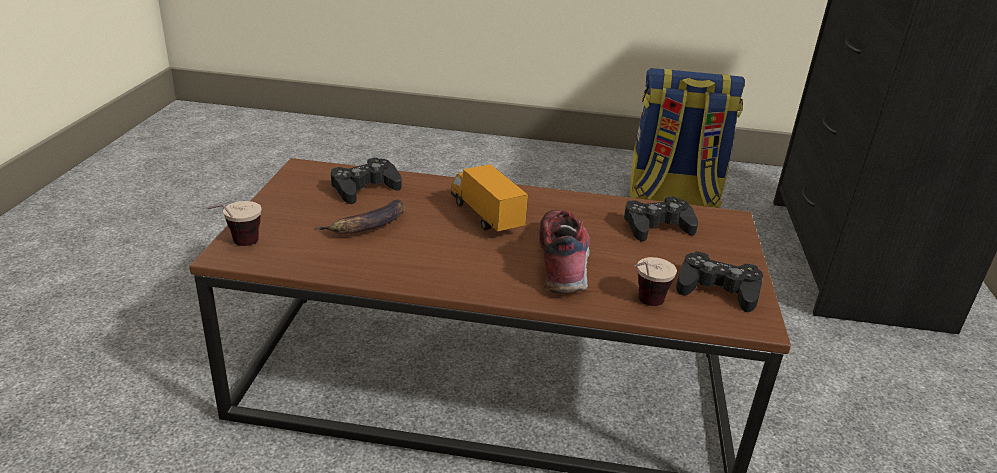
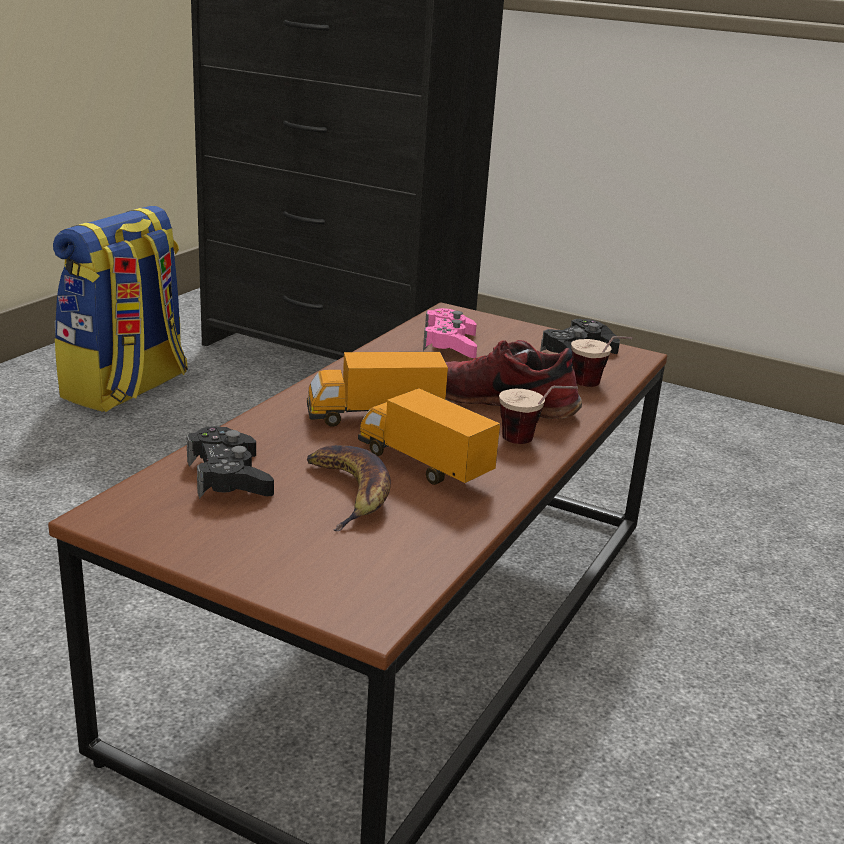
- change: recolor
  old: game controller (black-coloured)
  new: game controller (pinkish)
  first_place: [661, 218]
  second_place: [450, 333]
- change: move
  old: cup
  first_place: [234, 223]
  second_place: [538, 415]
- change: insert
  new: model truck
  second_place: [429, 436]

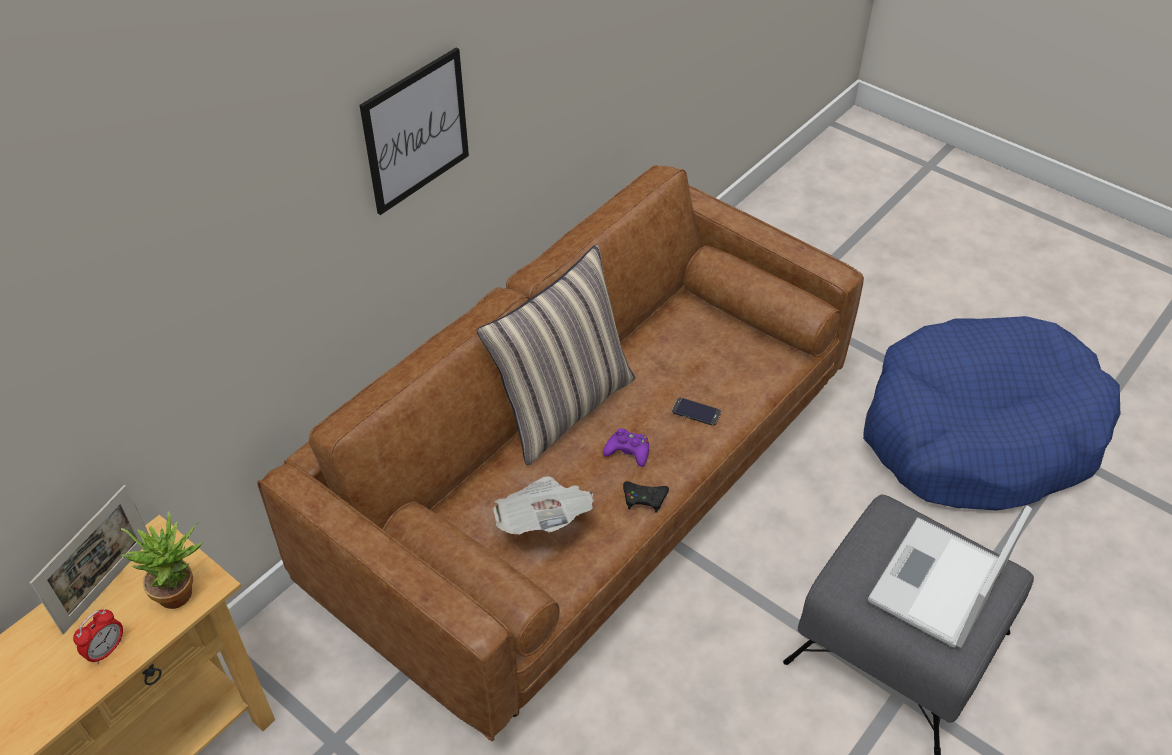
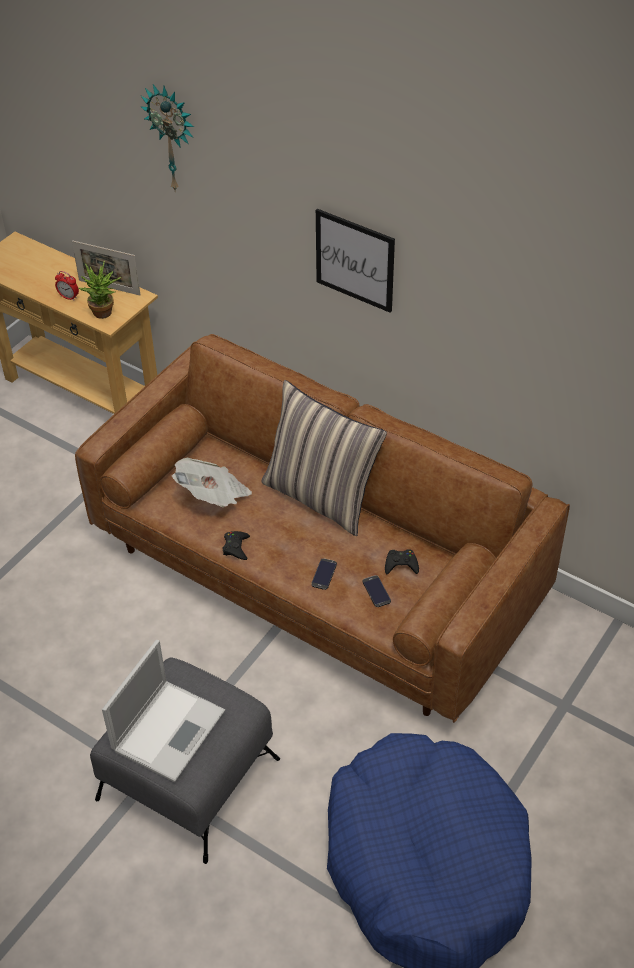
- change: delete
  old: game controller (purple)
  first_place: [626, 447]
- change: rotate
  old: laptop
  first_place: [950, 576]
  second_place: [163, 711]
  degrees: 90
- change: insert
  new: wall clock
  second_place: [167, 138]
- change: insert
  new: game controller (black-coloured)
  second_place: [402, 562]
- change: insert
  new: handset
  second_place: [377, 591]

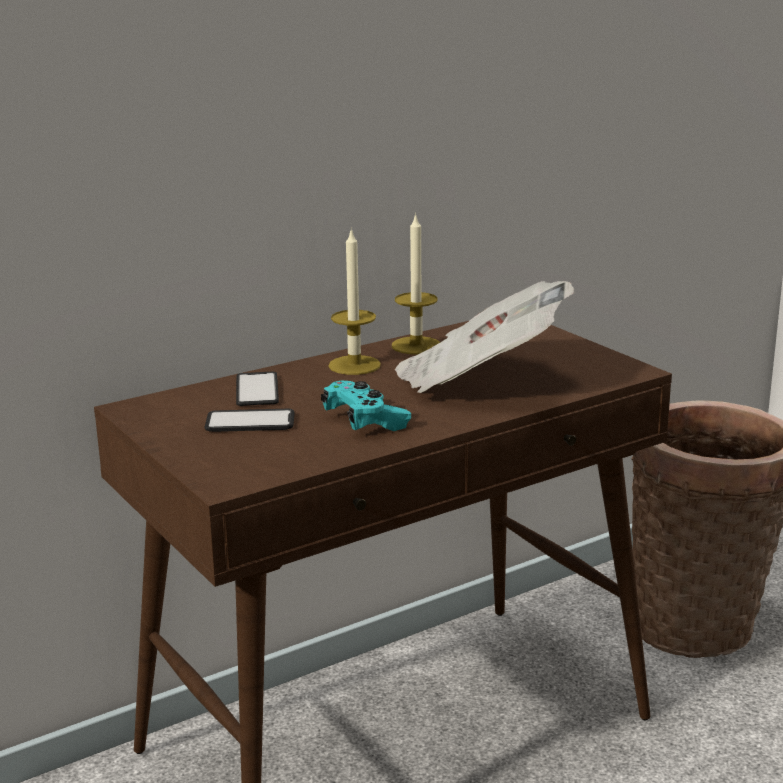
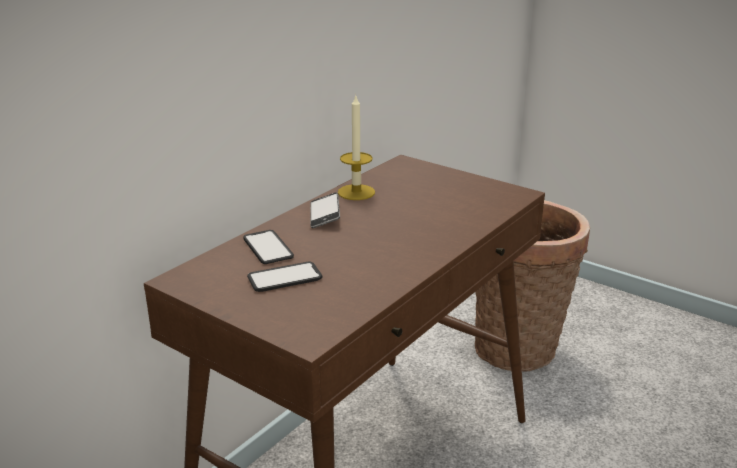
- change: replace
  old: candle
  new: handset
  first_place: [355, 301]
  second_place: [325, 210]
- change: delete
  old: printed paper
  first_place: [484, 337]
- change: delete
  old: game controller (turquoise)
  first_place: [366, 406]

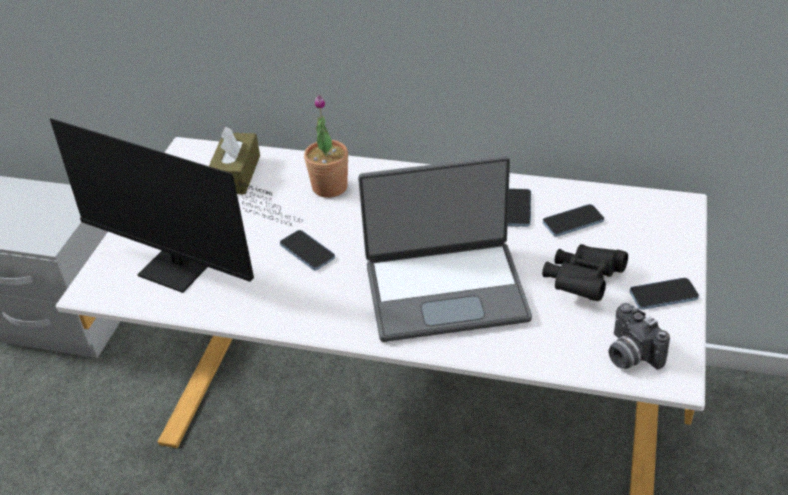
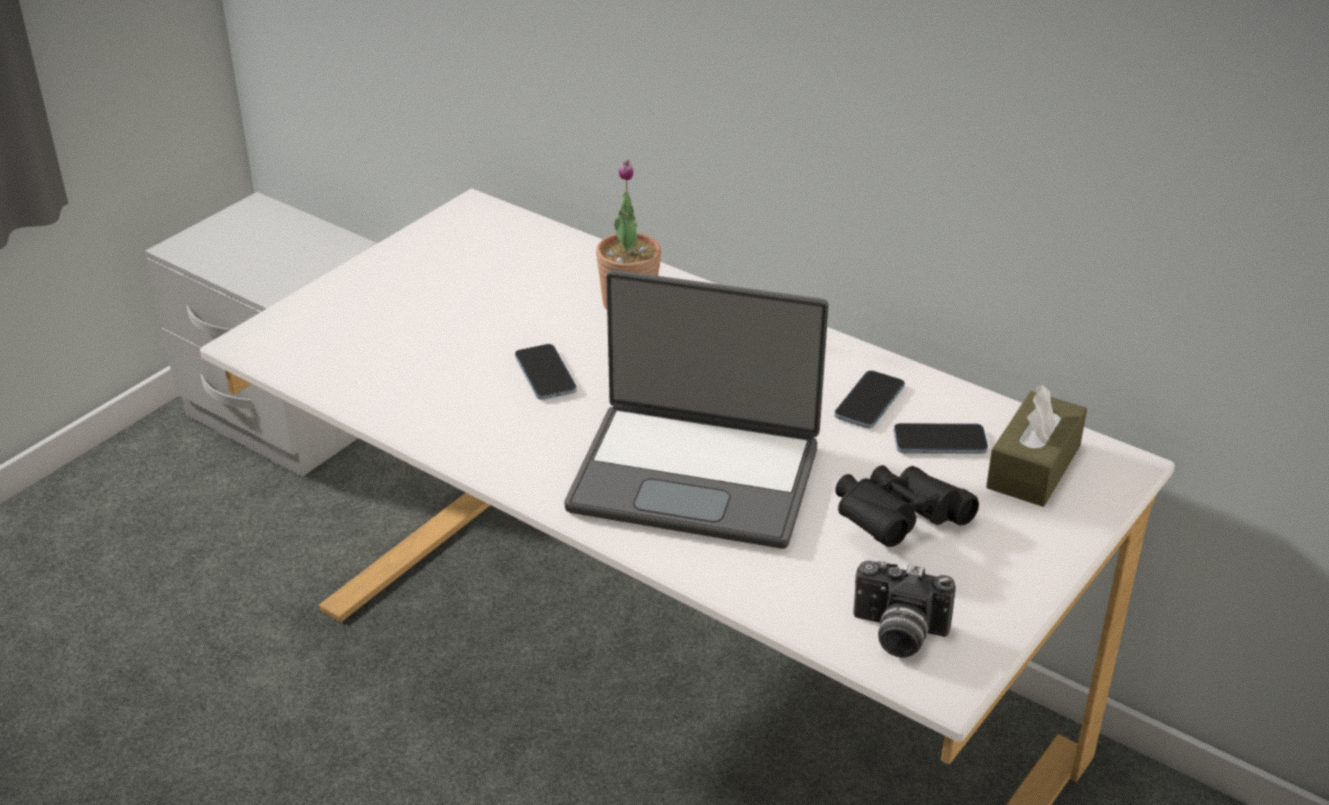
- change: delete
  old: computer display
  first_place: [176, 205]
- change: move
  old: tissue box (brown)
  first_place: [234, 160]
  second_place: [1036, 446]
- change: delete
  old: handset
  first_place: [664, 294]
- change: rotate
  old: still camera
  first_place: [639, 336]
  second_place: [904, 609]
  degrees: -60

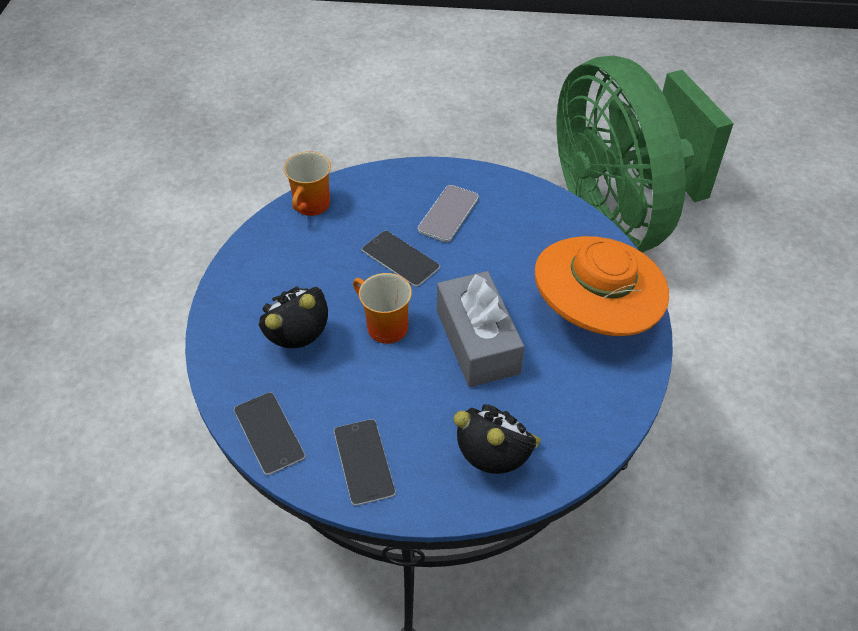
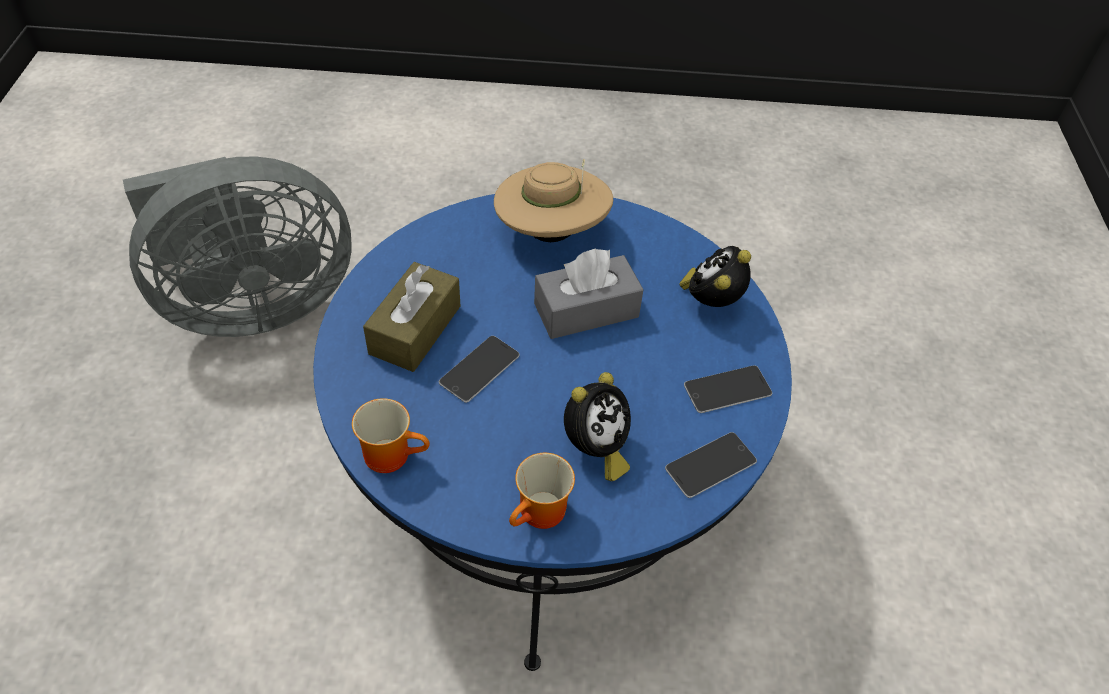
- change: recolor
  old: fan (green)
  new: fan (gray)
  first_place: [645, 154]
  second_place: [237, 247]
- change: replace
  old: handset
  new: tissue box (brown)
  first_place: [448, 213]
  second_place: [411, 317]
- change: recolor
  old: hat (orange)
  new: hat (beige)
  first_place: [602, 286]
  second_place: [553, 200]
- change: move
  old: tea mug
  first_place: [382, 308]
  second_place: [542, 491]
- change: rotate
  old: table clock
  first_place: [293, 317]
  second_place: [597, 426]
  degrees: -105

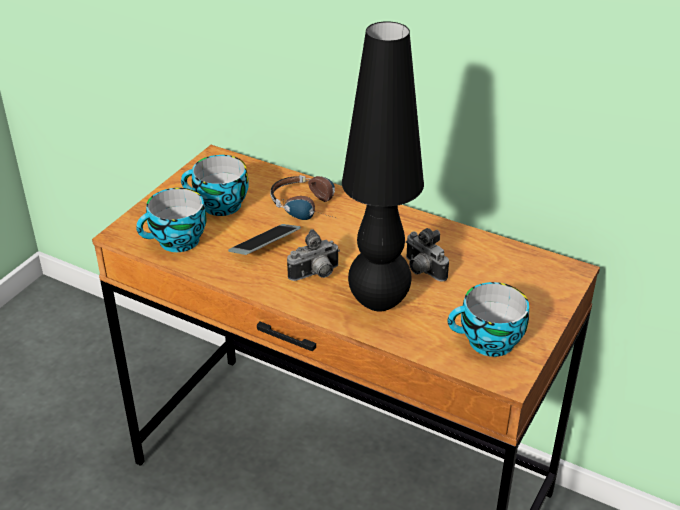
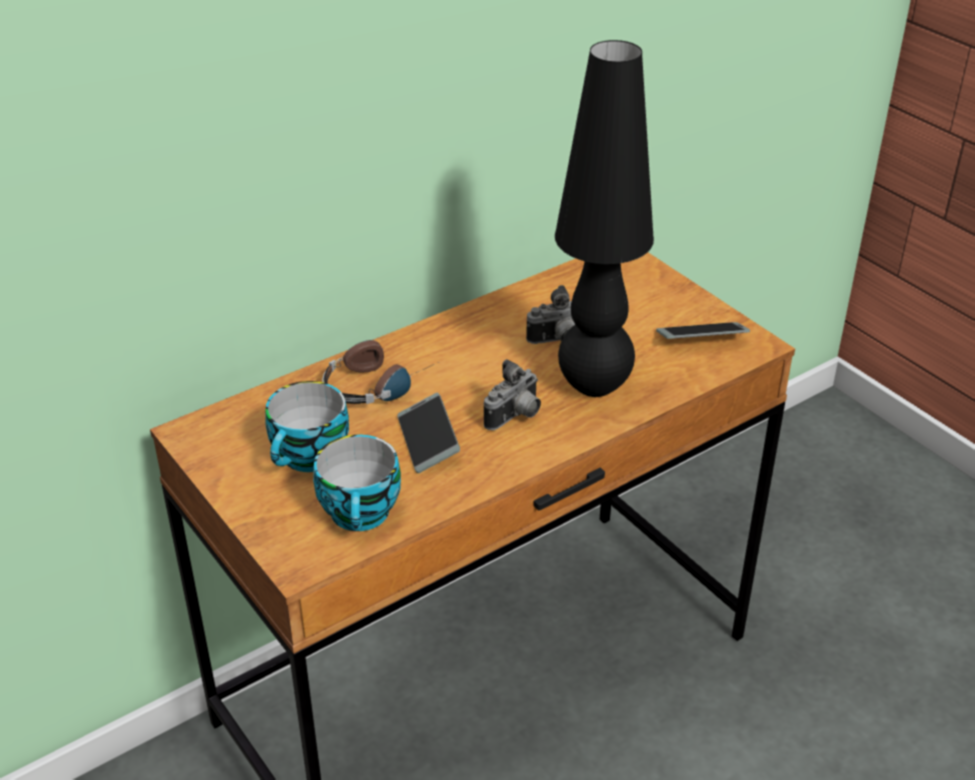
- change: rotate
  old: still camera
  first_place: [313, 255]
  second_place: [512, 394]
  degrees: 45
- change: replace
  old: cup
  new: handset
  first_place: [488, 319]
  second_place: [703, 330]

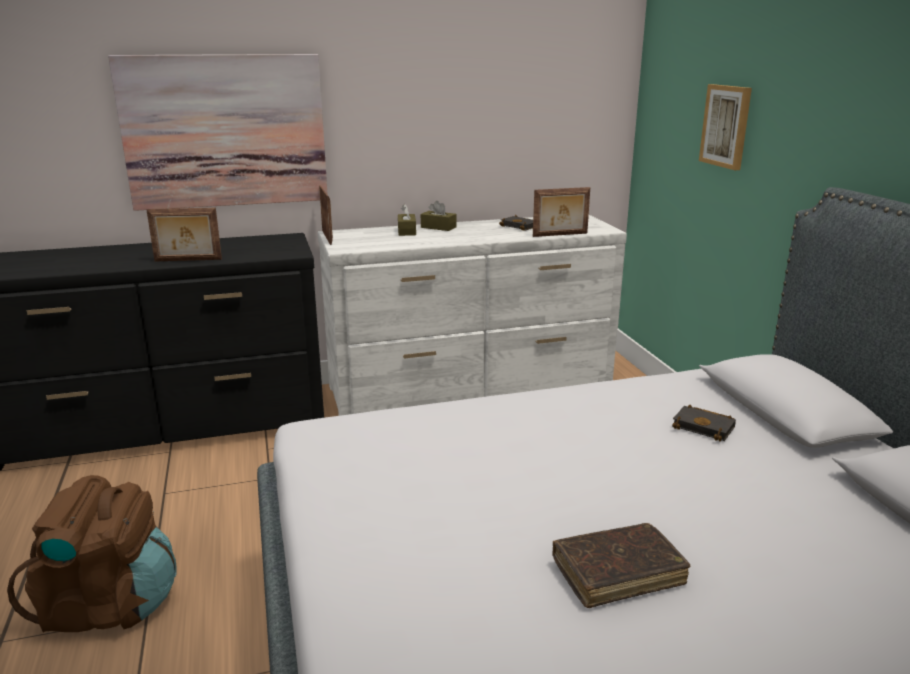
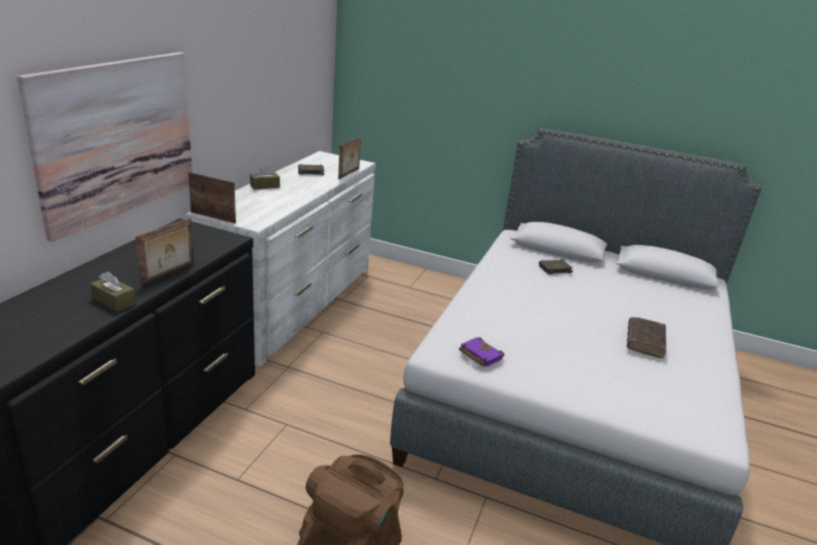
- change: delete
  old: wall art
  first_place: [725, 127]
- change: move
  old: tissue box (brown)
  first_place: [407, 220]
  second_place: [113, 291]
- change: insert
  new: bound book (purple)
  second_place: [482, 352]

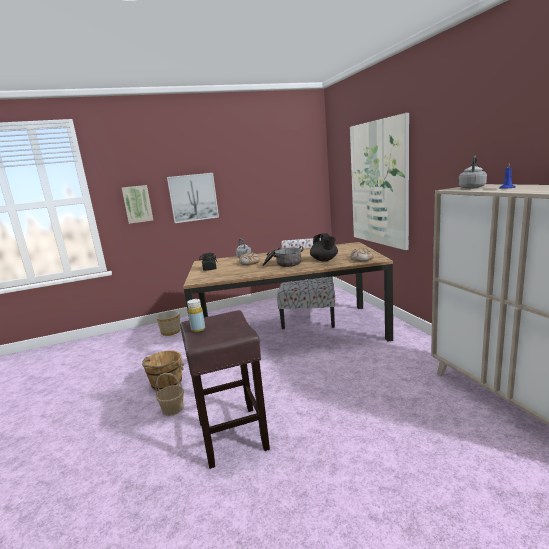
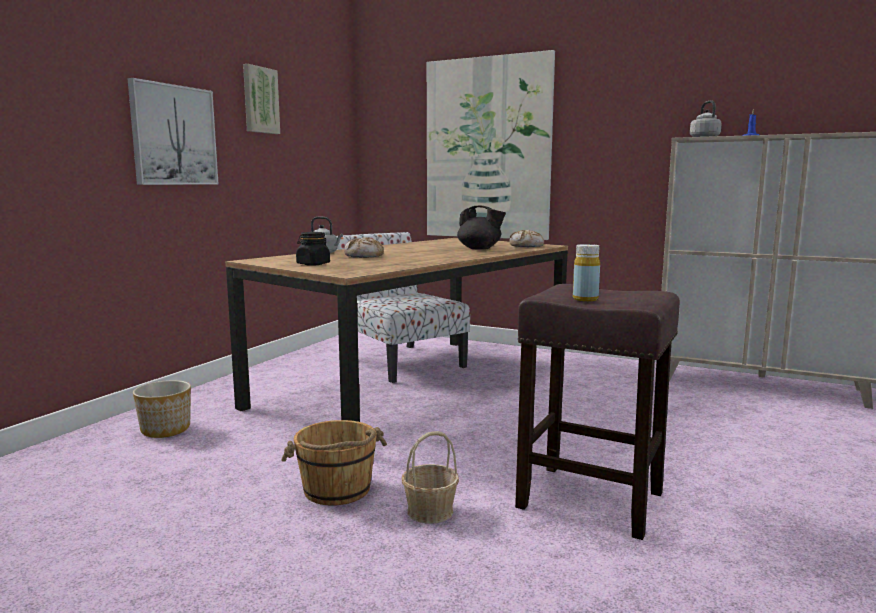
- change: move
  old: wall art
  first_place: [137, 204]
  second_place: [261, 99]
- change: delete
  old: stockpot
  first_place: [283, 256]

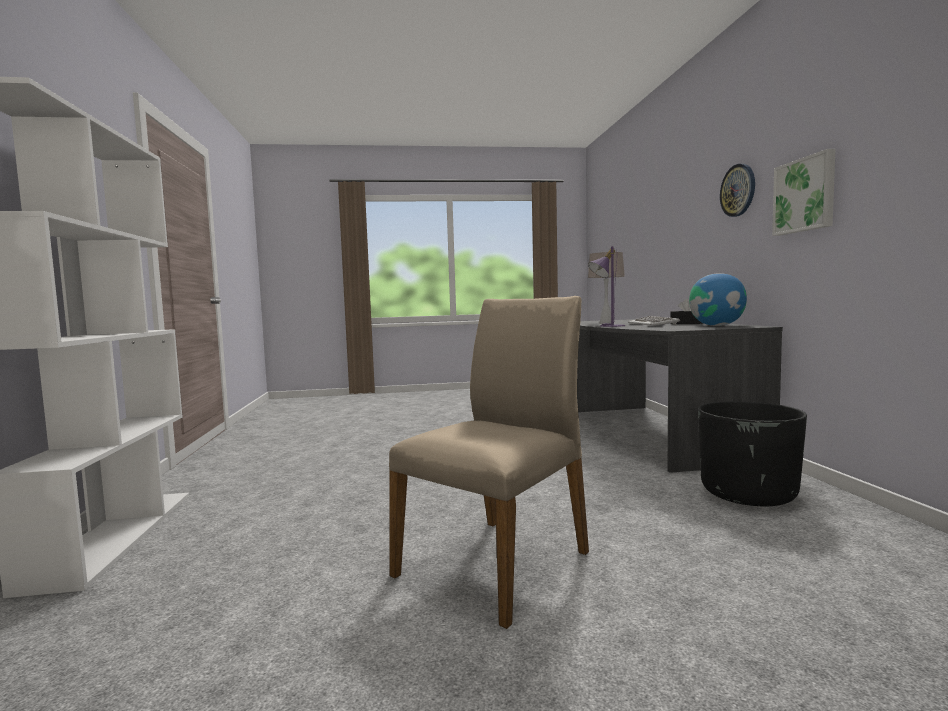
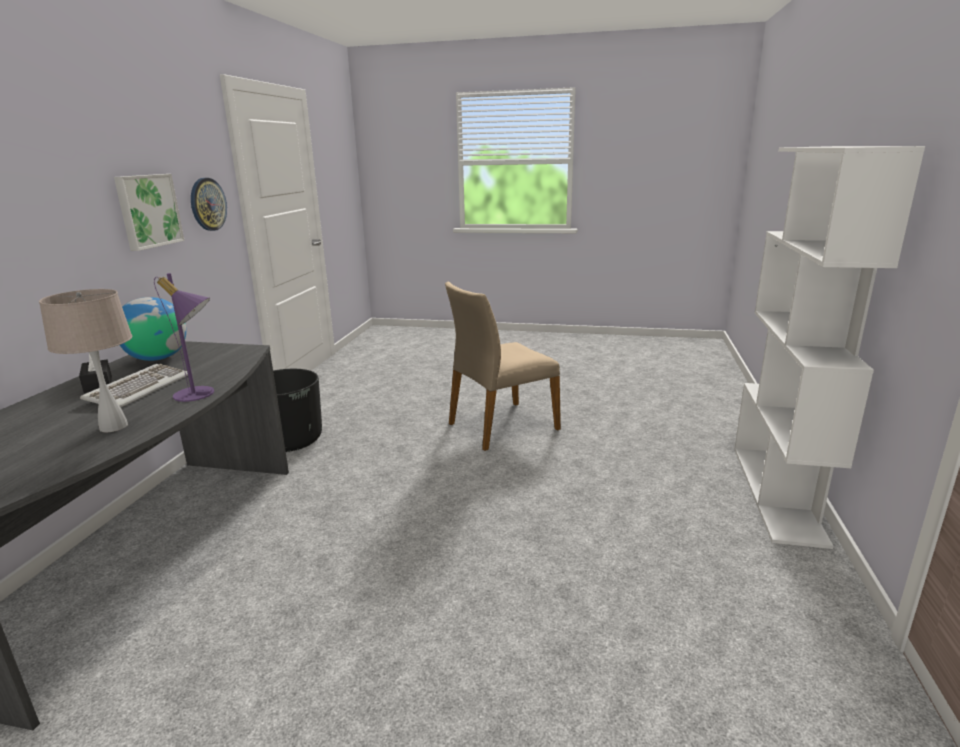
- change: move
  old: wall clock
  first_place: [737, 190]
  second_place: [209, 204]

